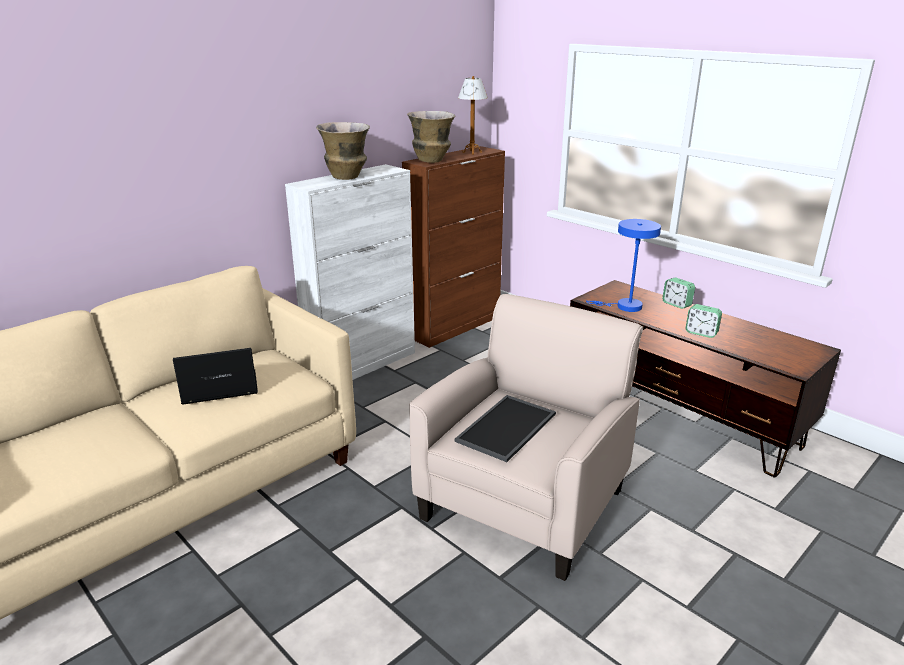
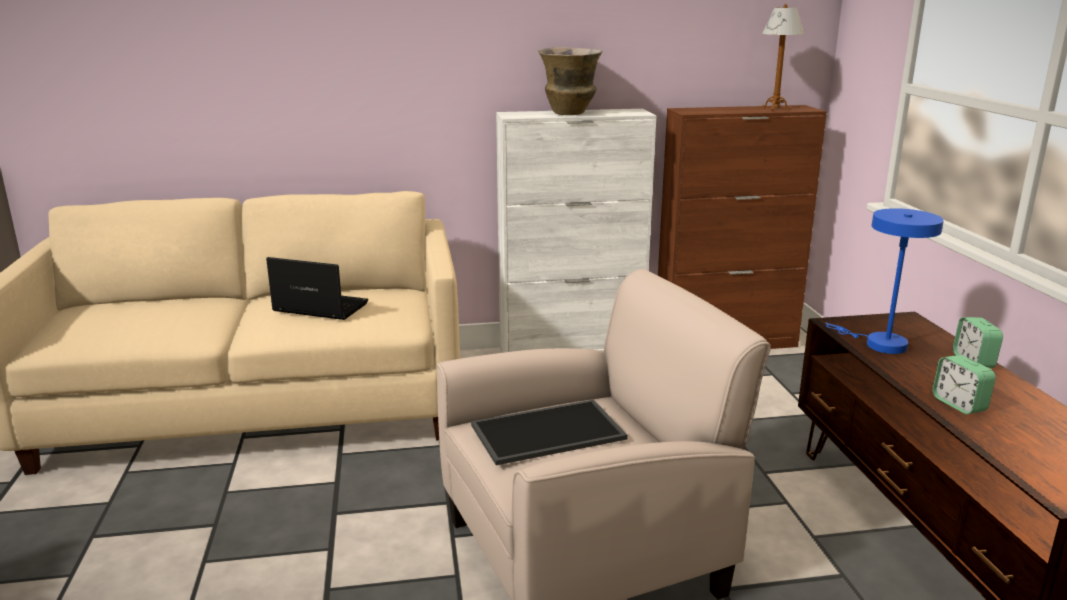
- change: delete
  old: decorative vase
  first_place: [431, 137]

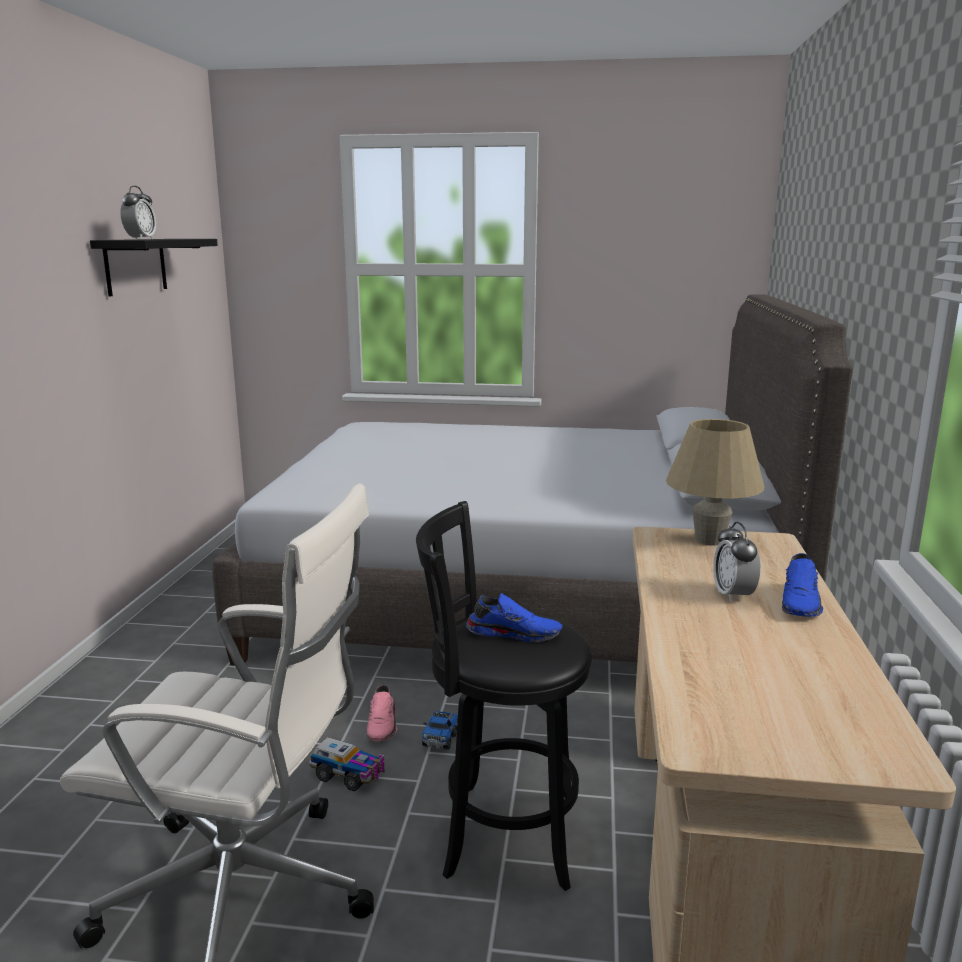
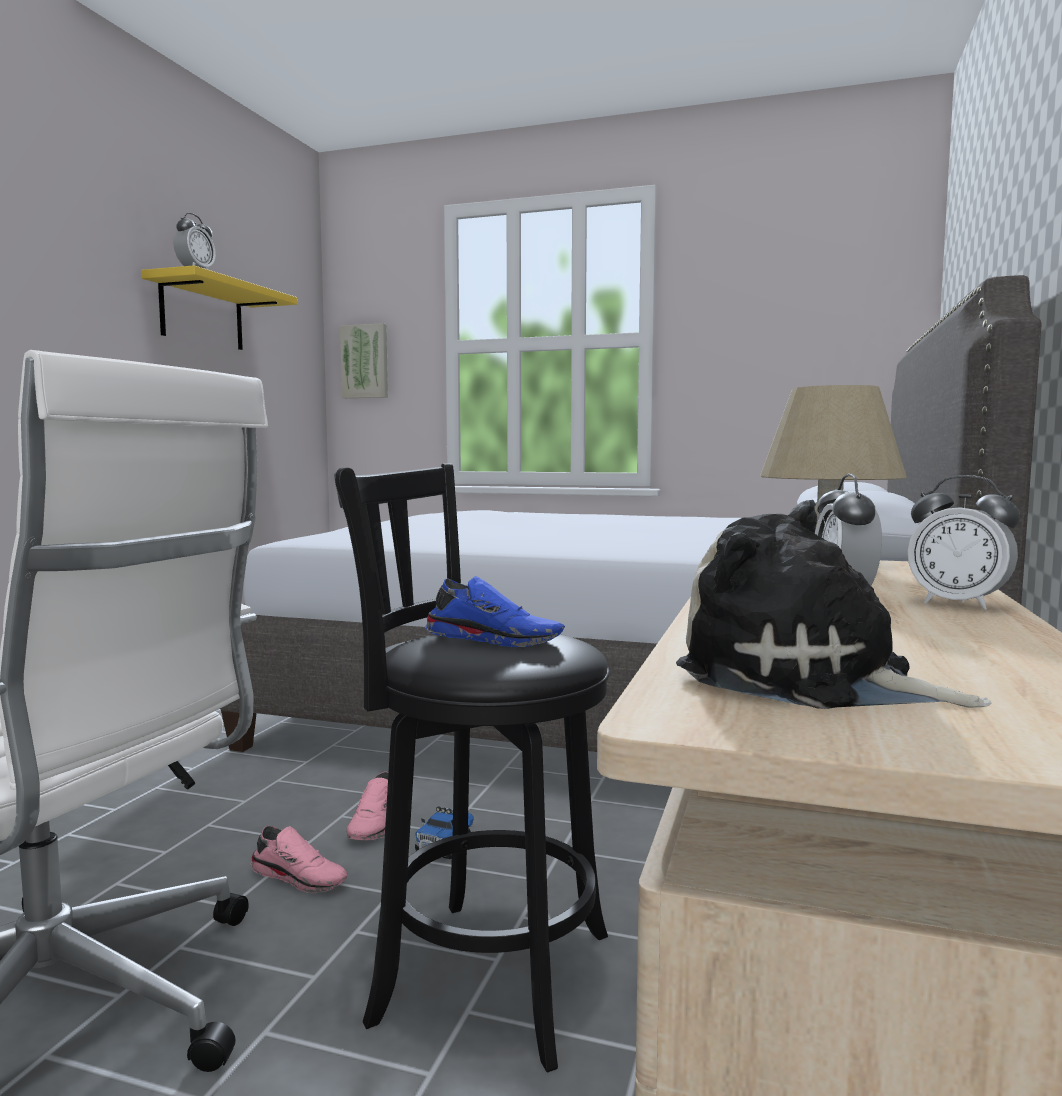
- change: recolor
  old: bracket shelf (black-coloured)
  new: bracket shelf (yellow)
  first_place: [154, 268]
  second_place: [219, 307]
- change: replace
  old: low shoe (blue-coloured)
  new: table clock
  first_place: [802, 585]
  second_place: [964, 542]
- change: replace
  old: model truck
  new: low shoe (pinkish)
  first_place: [347, 764]
  second_place: [299, 859]
- change: insert
  new: wall art
  second_place: [364, 360]
- change: insert
  new: plush toy
  second_place: [834, 604]

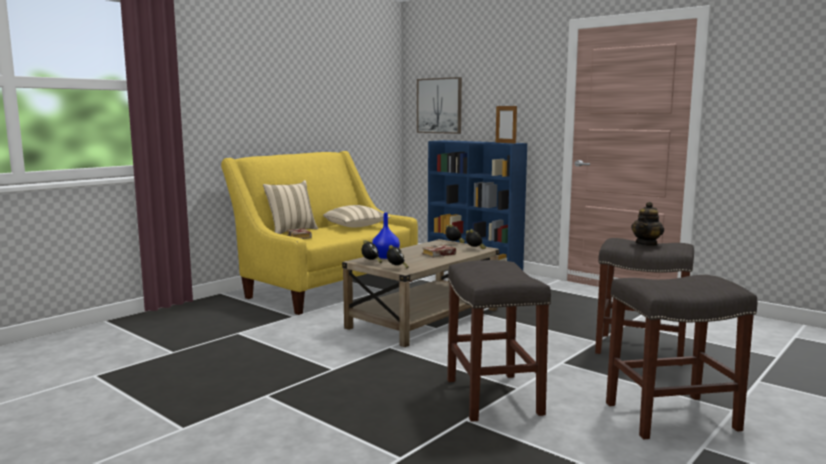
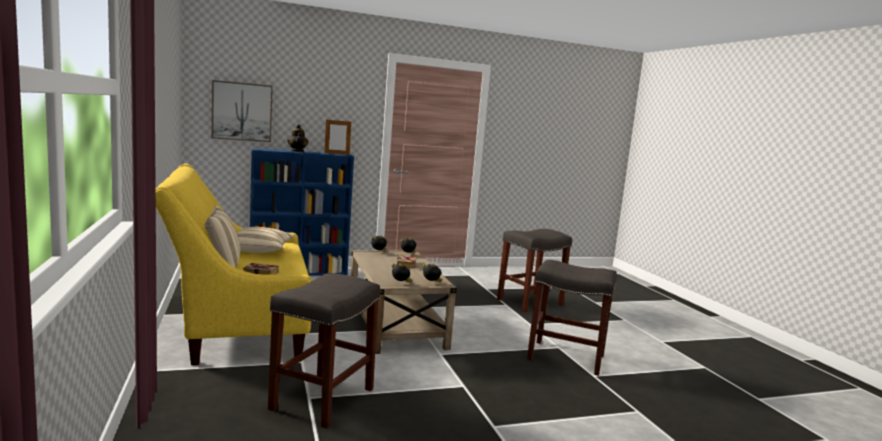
- change: move
  old: teapot
  first_place: [647, 224]
  second_place: [297, 138]
- change: delete
  old: decorative vase (blue-coloured)
  first_place: [386, 236]
- change: move
  old: stool seat (gray)
  first_place: [681, 357]
  second_place: [324, 351]

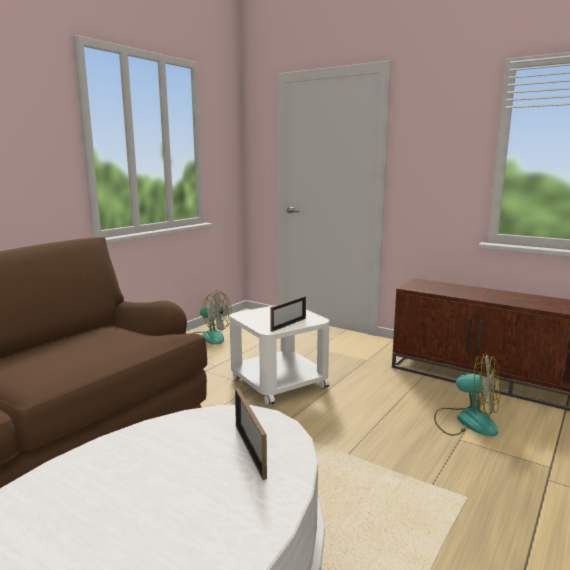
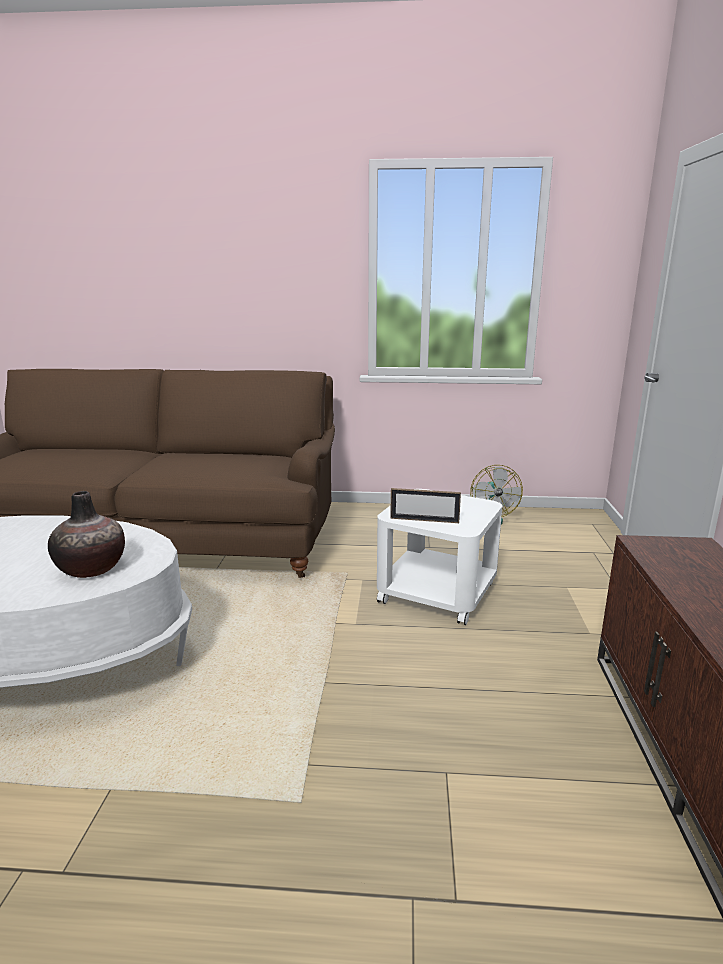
- change: delete
  old: fan
  first_place: [467, 395]
- change: replace
  old: standing frame
  new: decorative vase
  first_place: [251, 434]
  second_place: [86, 534]

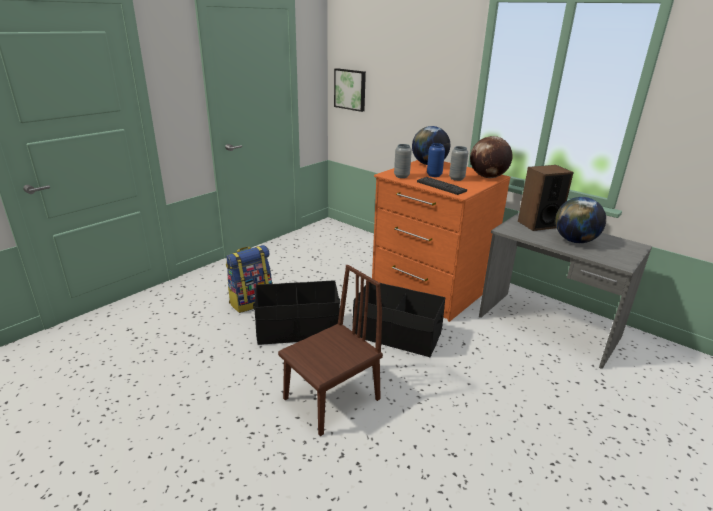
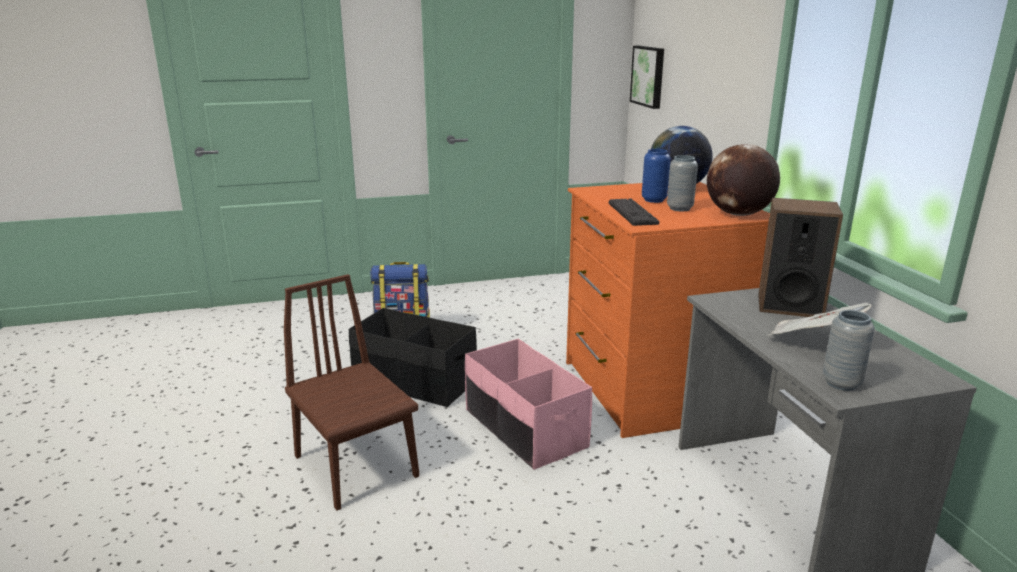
- change: move
  old: decorative vase (gray)
  first_place: [403, 161]
  second_place: [849, 350]
- change: replace
  old: desk globe
  new: printed paper
  first_place: [580, 220]
  second_place: [819, 319]
- change: rotate
  old: chair (brown)
  first_place: [330, 350]
  second_place: [351, 392]
  degrees: -120
- change: recolor
  old: storage bin (black-coloured)
  new: storage bin (pinkish)
  first_place: [399, 319]
  second_place: [528, 404]

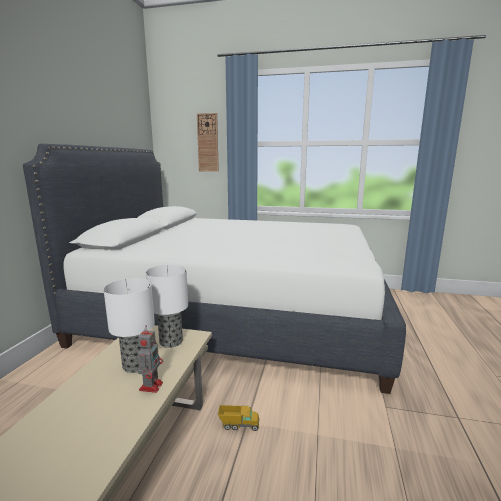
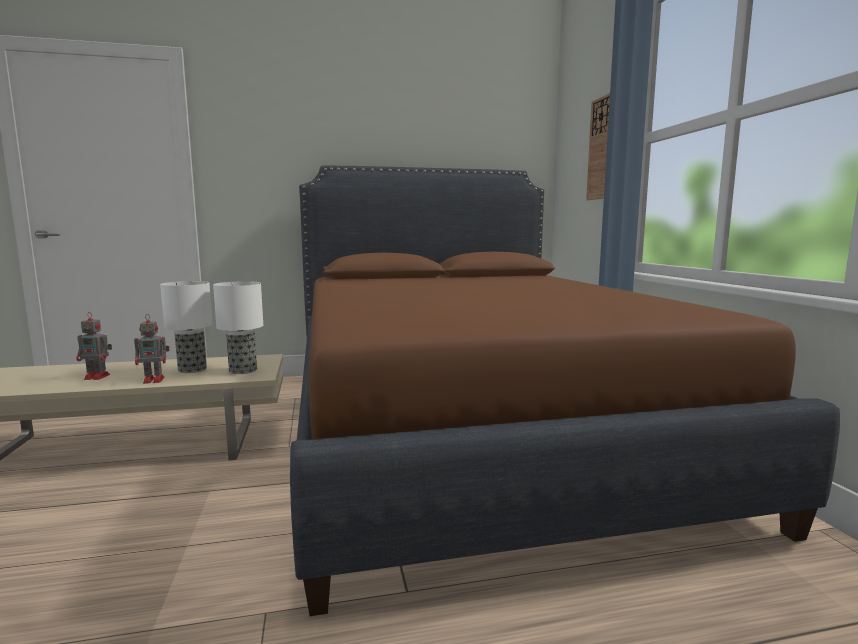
- change: recolor
  old: sleeping bed (whitish)
  new: sleeping bed (brown)
  first_place: [214, 269]
  second_place: [565, 390]
- change: delete
  old: model truck
  first_place: [238, 418]
- change: insert
  new: model robot
  second_place: [94, 347]

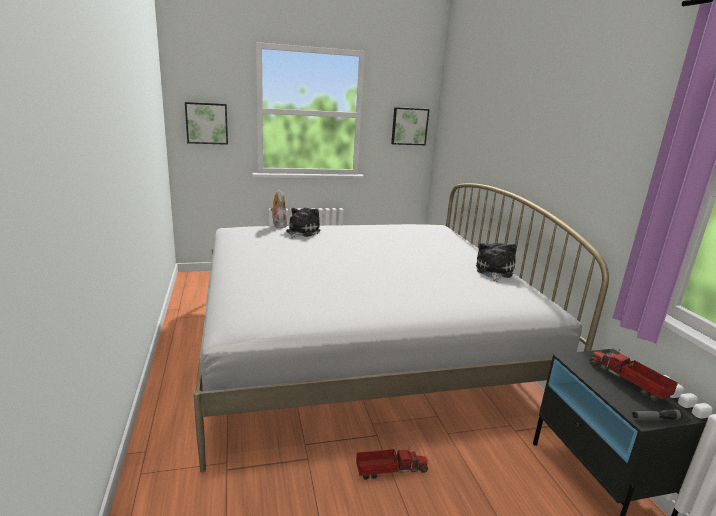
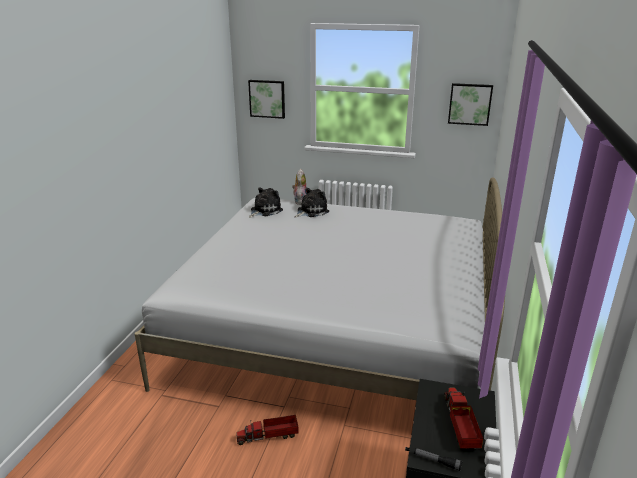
- change: move
  old: plush toy
  first_place: [496, 262]
  second_place: [266, 202]
- change: rotate
  old: model truck
  first_place: [392, 463]
  second_place: [267, 430]
  degrees: 150

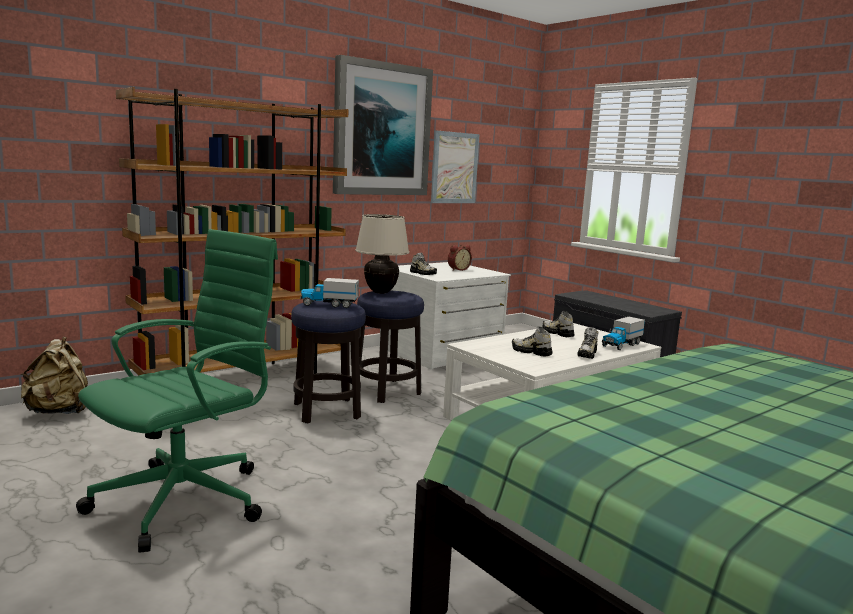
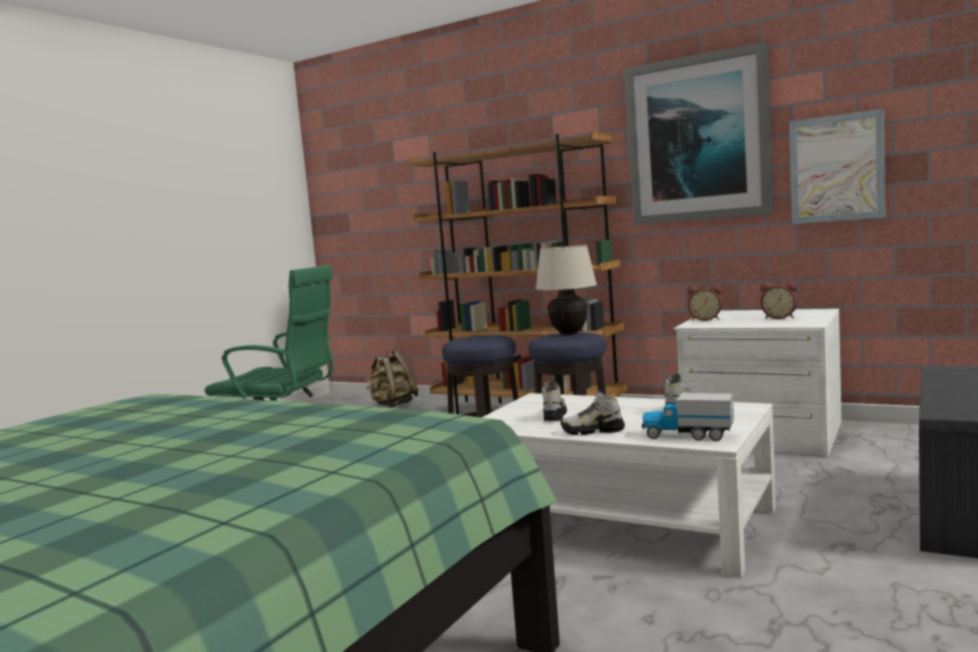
- change: replace
  old: low shoe
  new: table clock
  first_place: [423, 263]
  second_place: [705, 302]
- change: delete
  old: model truck
  first_place: [329, 293]

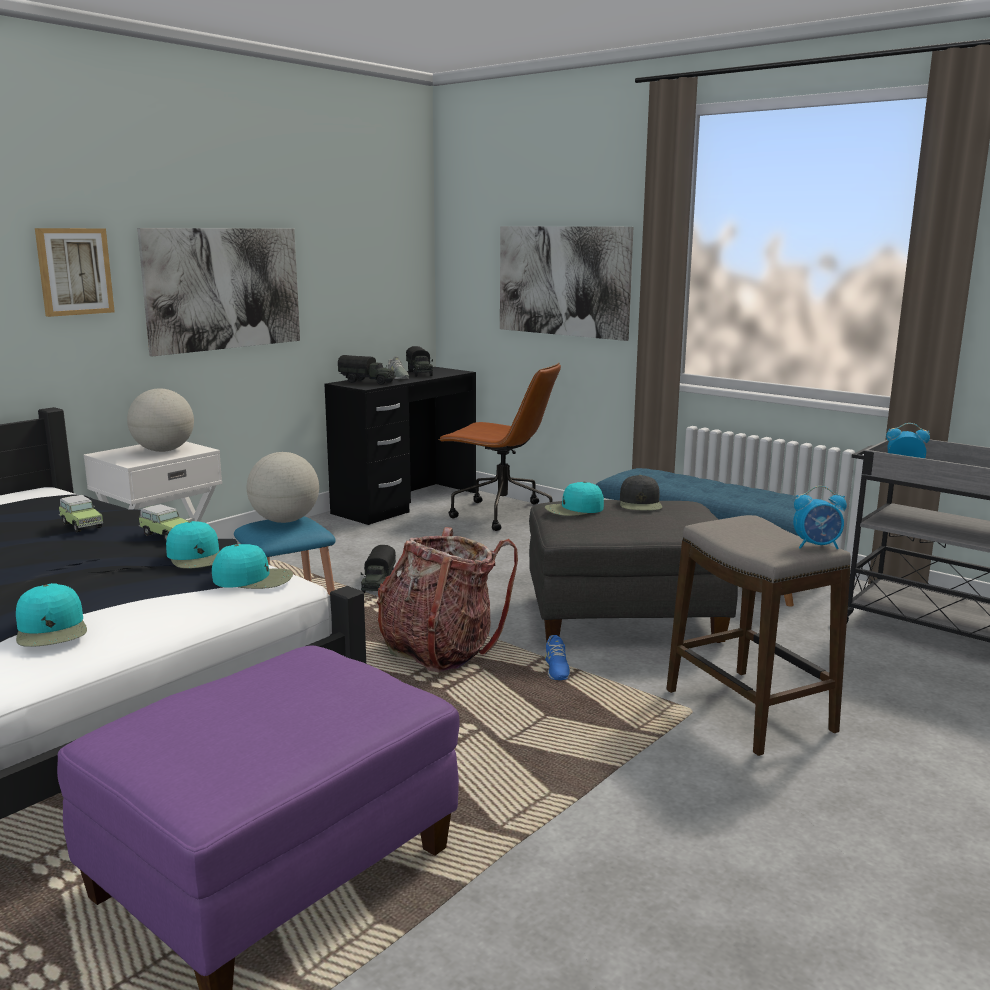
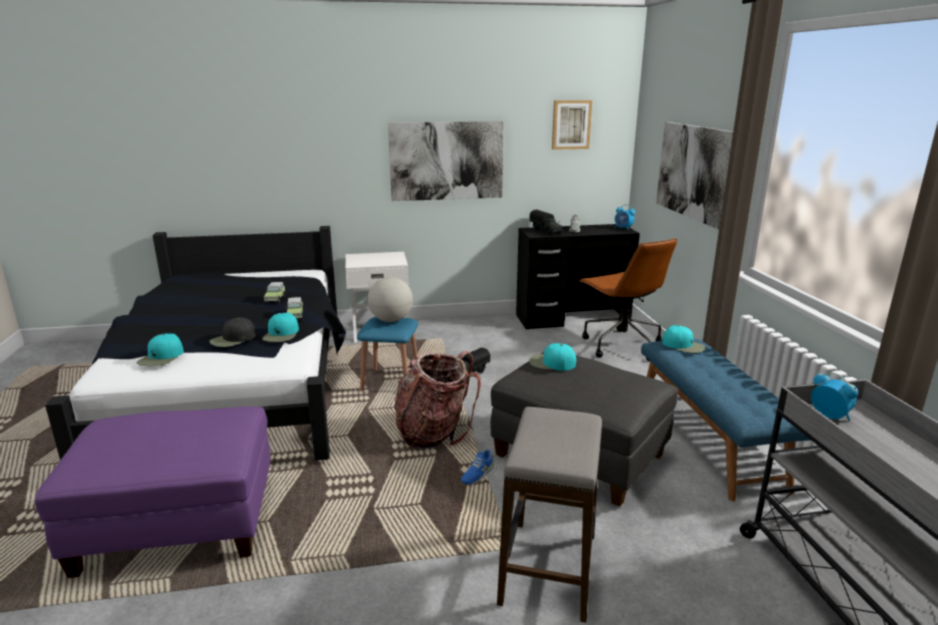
- change: move
  old: wall art
  first_place: [75, 272]
  second_place: [572, 125]
- change: delete
  old: model truck
  first_place: [419, 361]
- change: delete
  old: desk globe
  first_place: [160, 420]
- change: move
  old: baseball cap (black-coloured)
  first_place: [641, 493]
  second_place: [232, 332]
- change: move
  old: table clock
  first_place: [820, 517]
  second_place: [625, 217]
- change: move
  old: baseball cap (turquoise)
  first_place: [252, 566]
  second_place: [684, 339]

